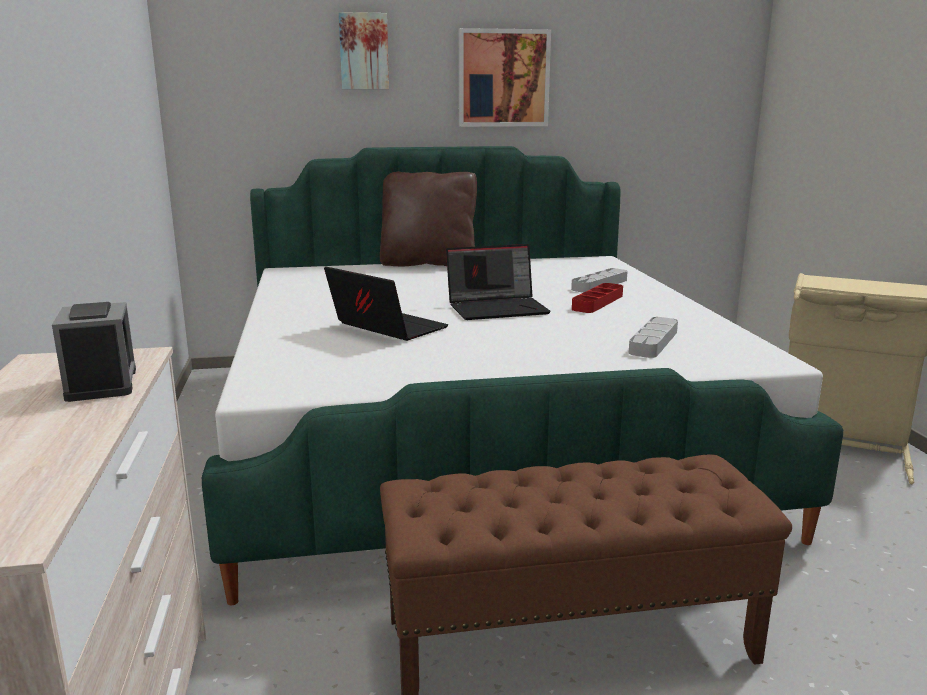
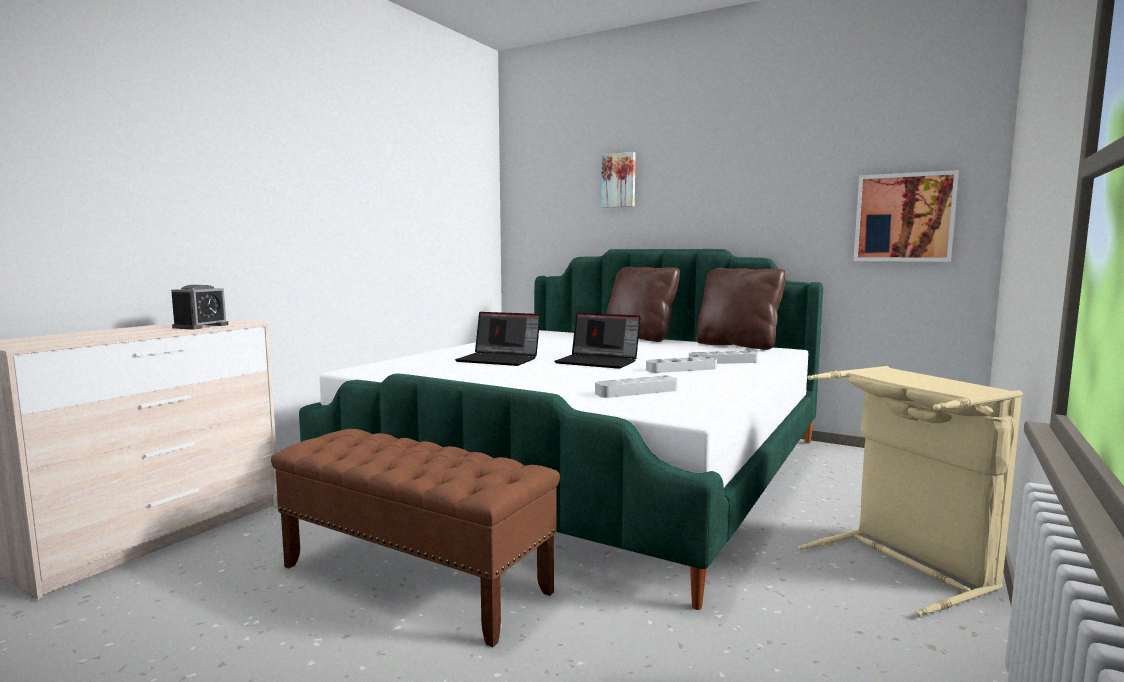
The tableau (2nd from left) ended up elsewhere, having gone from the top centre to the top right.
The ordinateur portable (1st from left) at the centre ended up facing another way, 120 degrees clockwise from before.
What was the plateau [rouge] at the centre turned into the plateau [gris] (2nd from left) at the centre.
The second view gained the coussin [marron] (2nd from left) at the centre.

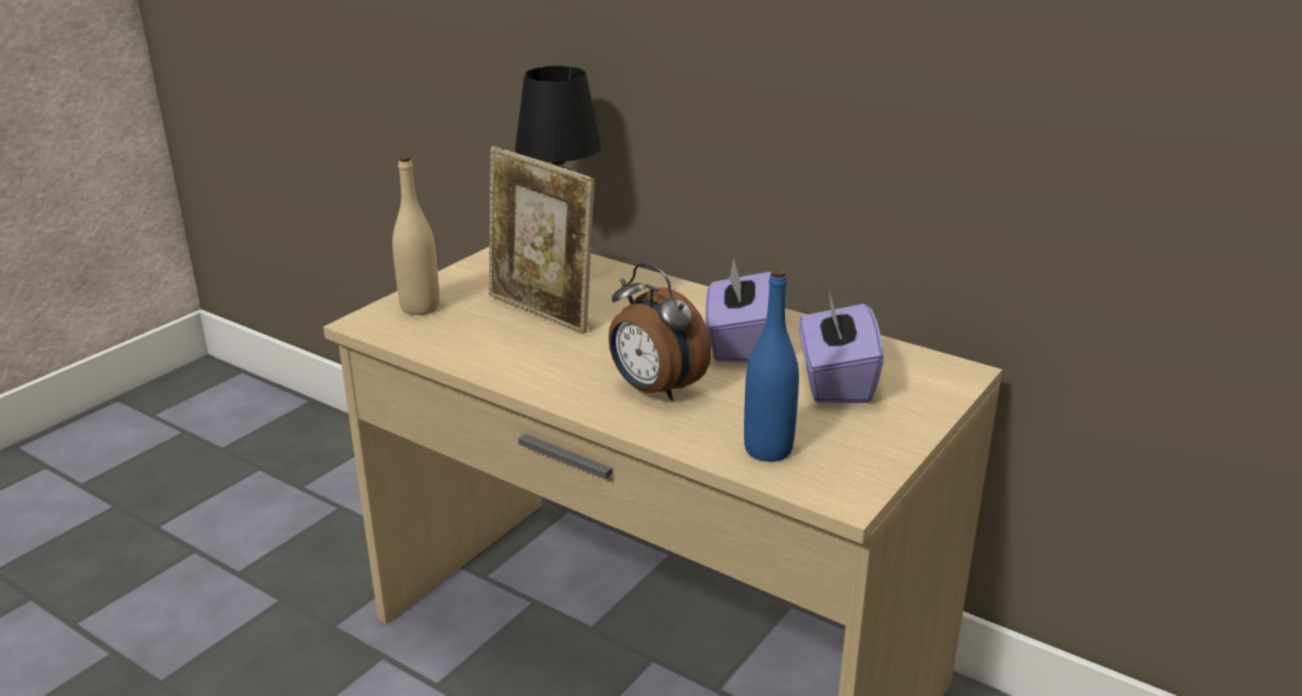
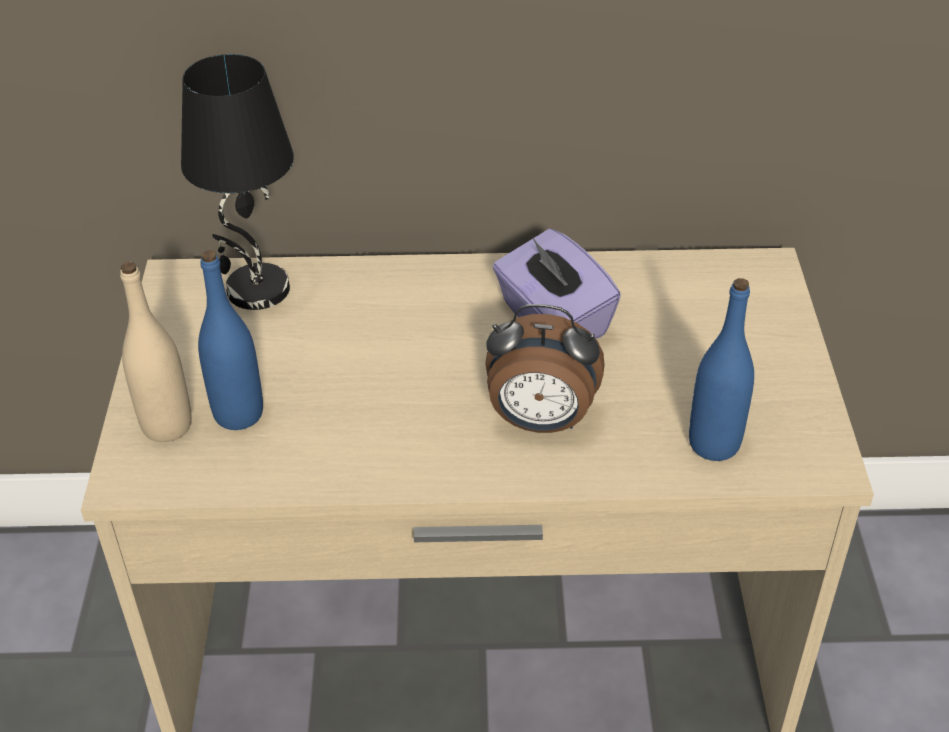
The second view lost the cadre photo at the centre.
The second view lost the boîte à mouchoirs [violet] (2nd from left) at the centre.
The second view gained the bouteille [bleu] (1st from left) at the middle left.

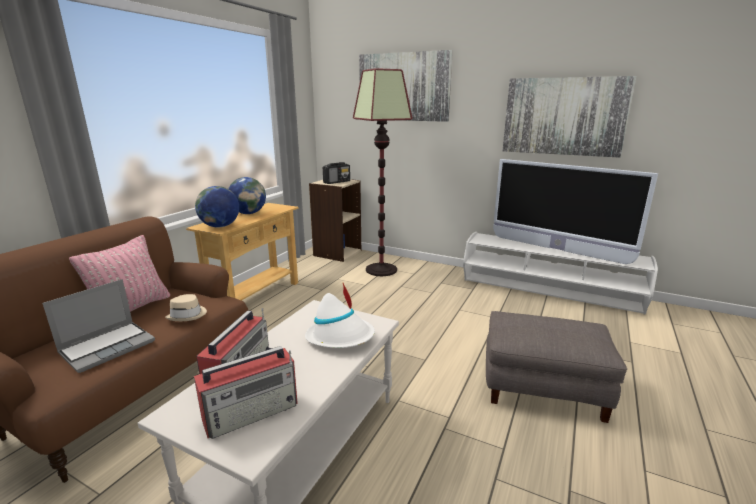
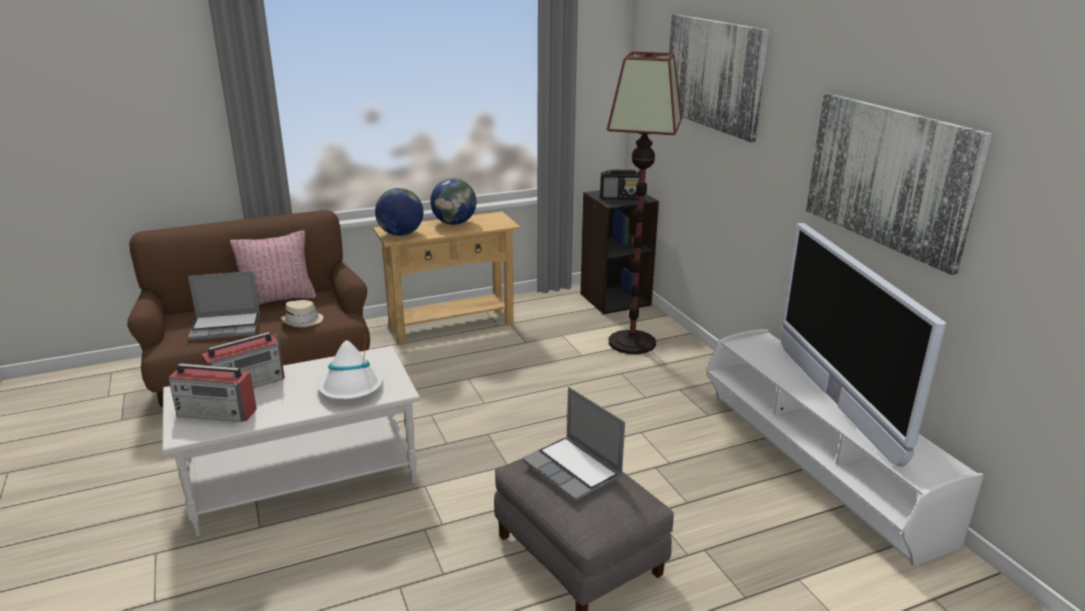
What was the bibliothèque [beige] at the centre turned into the bibliothèque [noir] at the centre.
The second view gained the ordinateur portable (2nd from left) at the bottom centre.

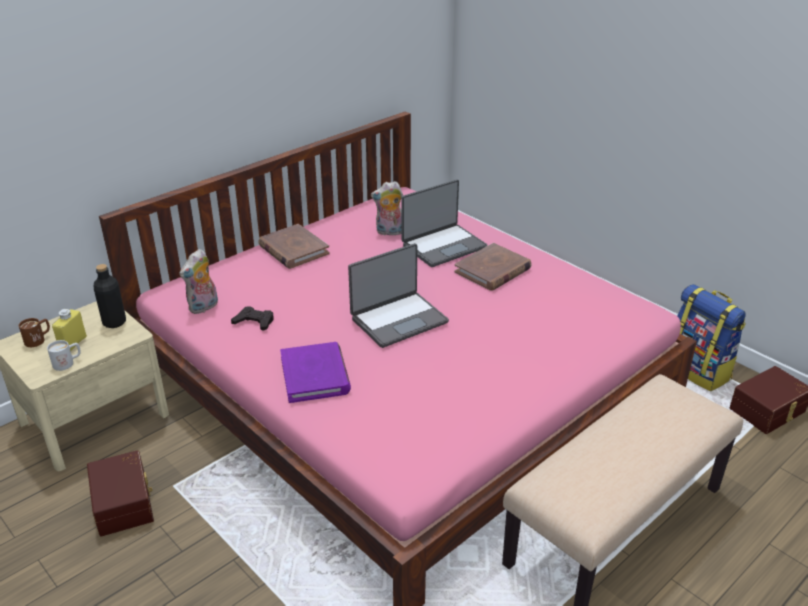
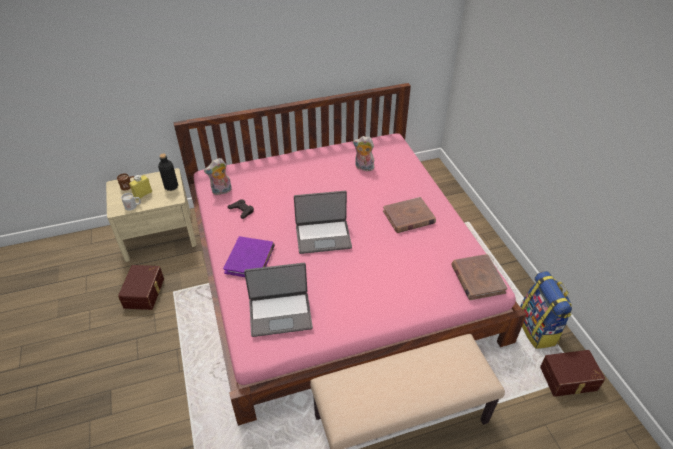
The ordinateur portable (2nd from left in the first image) ended up elsewhere, having gone from the centre to the bottom centre.
The livre [marron] (1st from left in the first image) ended up elsewhere, having gone from the centre to the middle right.

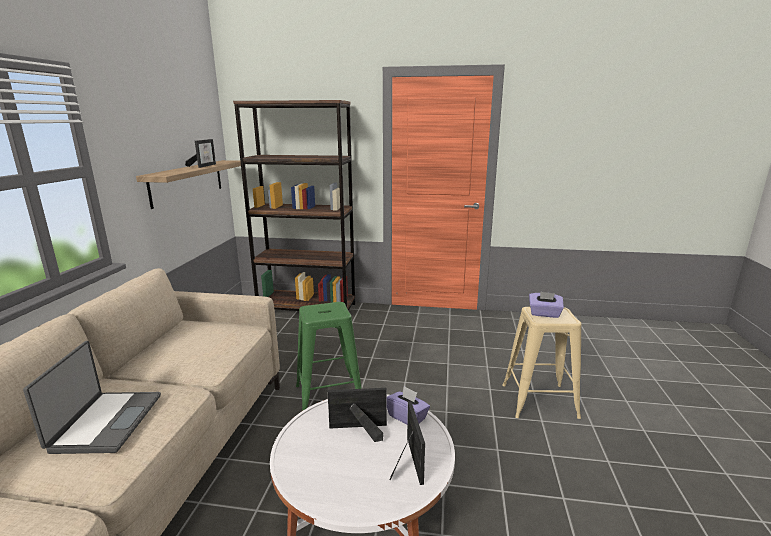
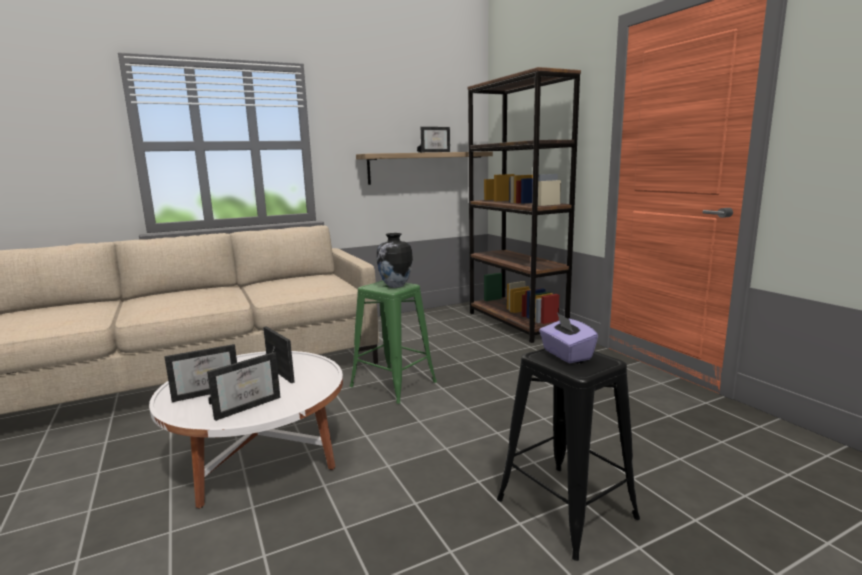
What was the tabouret [beige] at the bottom right turned into the tabouret [noir] at the bottom centre.
The second view lost the ordinateur portable at the bottom left.
The second view lost the boîte à mouchoirs [violet] (1st from left) at the bottom centre.
The second view gained the vase at the centre.
The second view gained the cadre photo (1st from left) at the middle left.

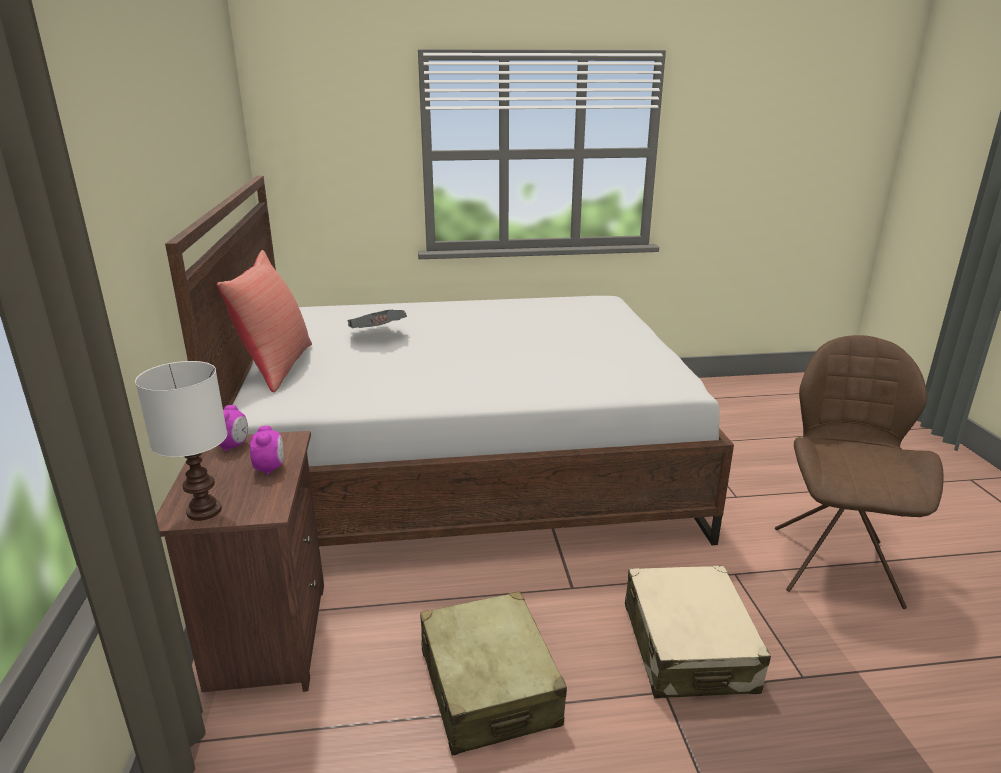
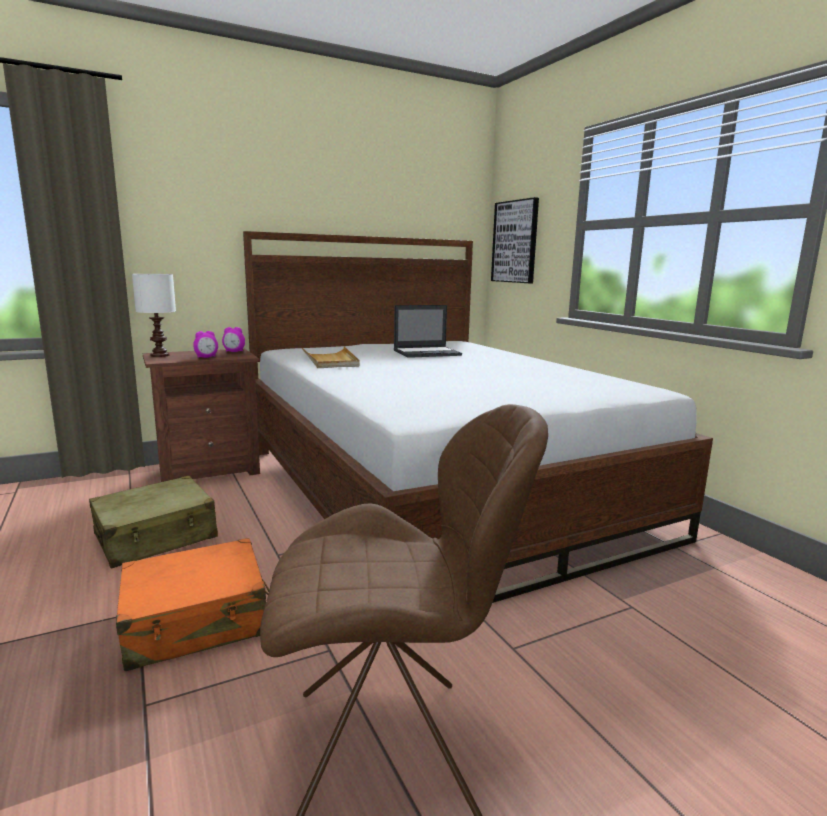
The second view lost the coussin [rouge] at the middle left.
Where the journal stood at the centre, the ordinateur portable came to stand at the centre.
What was the valise [beige] (2nd from left) at the bottom right turned into the valise [orange] at the bottom left.
The second view gained the tableau at the top centre.
The second view gained the plateau [beige] at the centre.

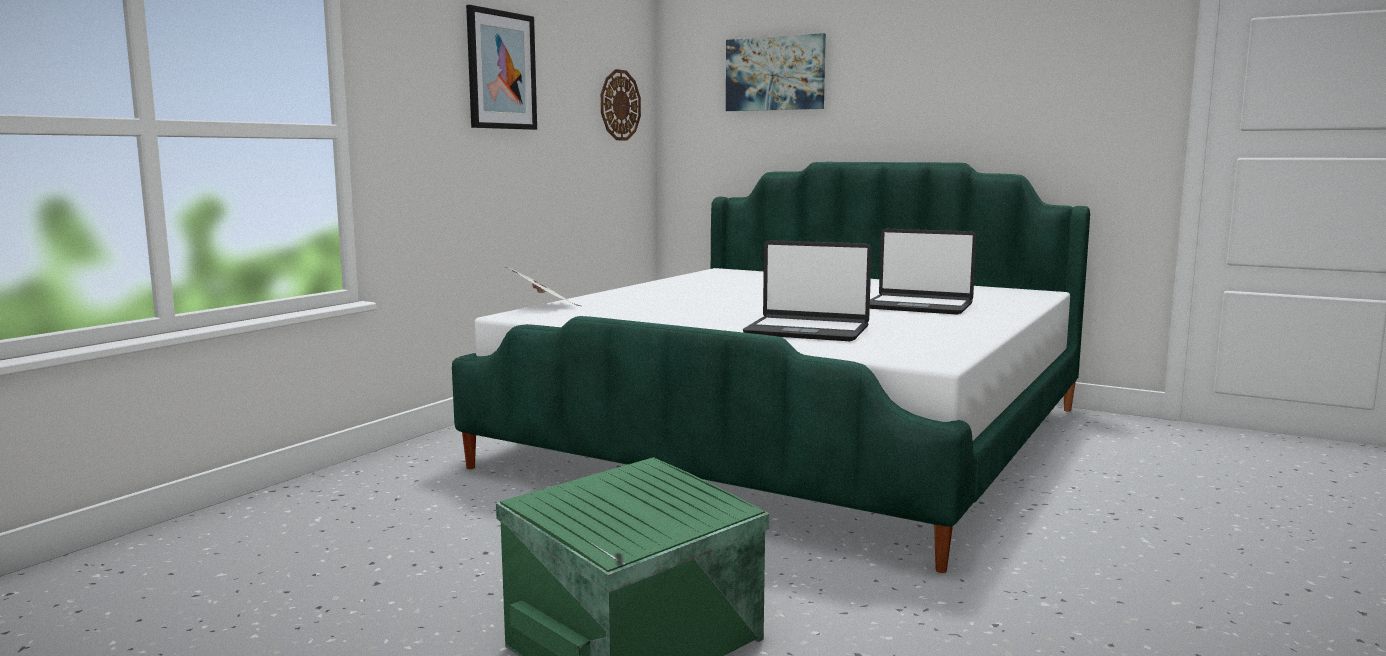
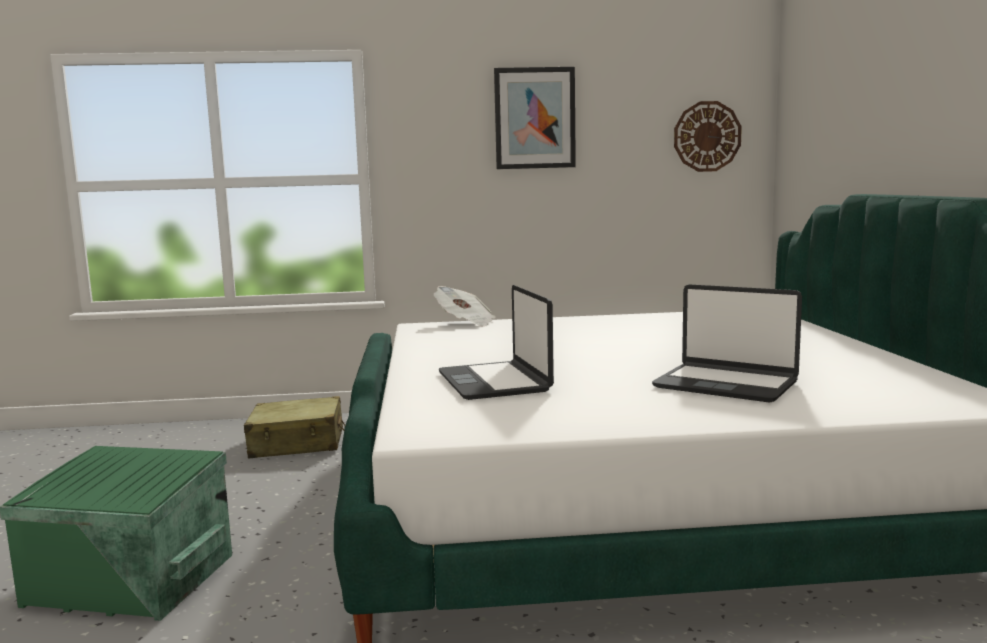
The second view lost the tableau (2nd from left) at the top centre.
The ordinateur portable (2nd from left) at the centre ended up facing another way, 45 degrees counterclockwise from before.
The second view gained the valise [beige] at the middle left.

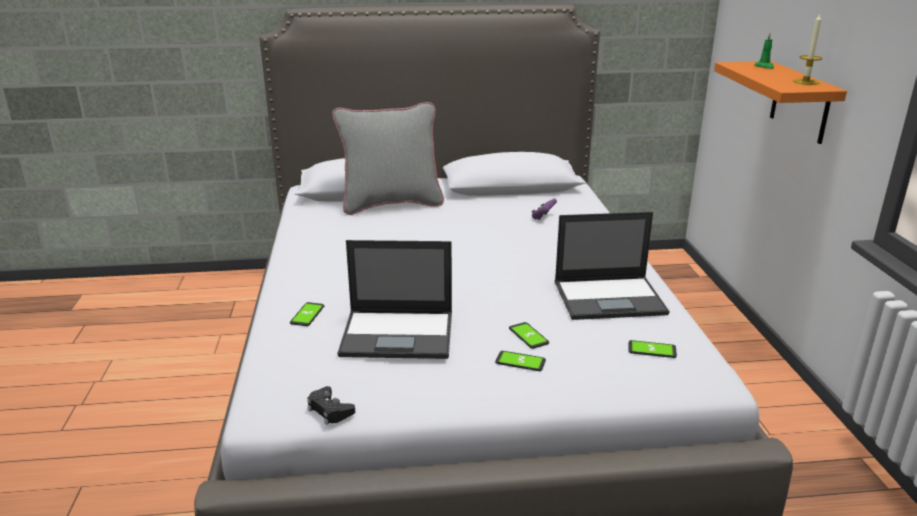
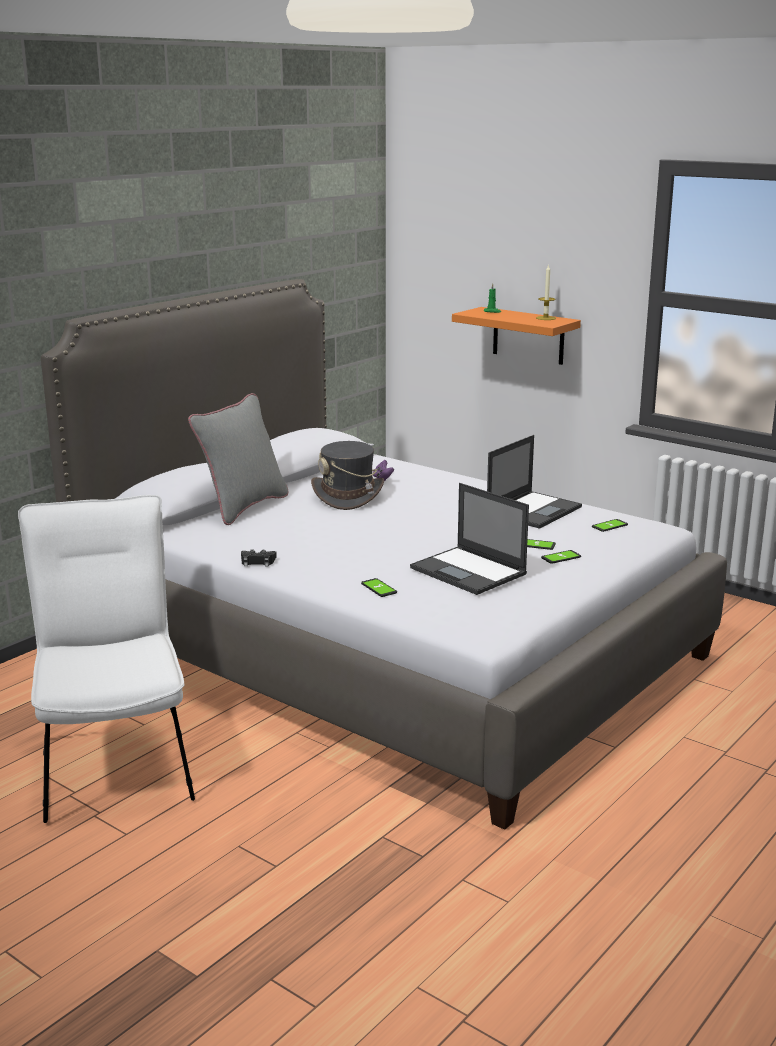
The ordinateur portable (1st from left) at the centre ended up facing another way, 90 degrees clockwise from before.
The manette [noir] ended up elsewhere, having gone from the bottom centre to the centre.
The second view gained the chapeau [gris] at the centre.
The second view gained the chaise [blanc] at the middle left.

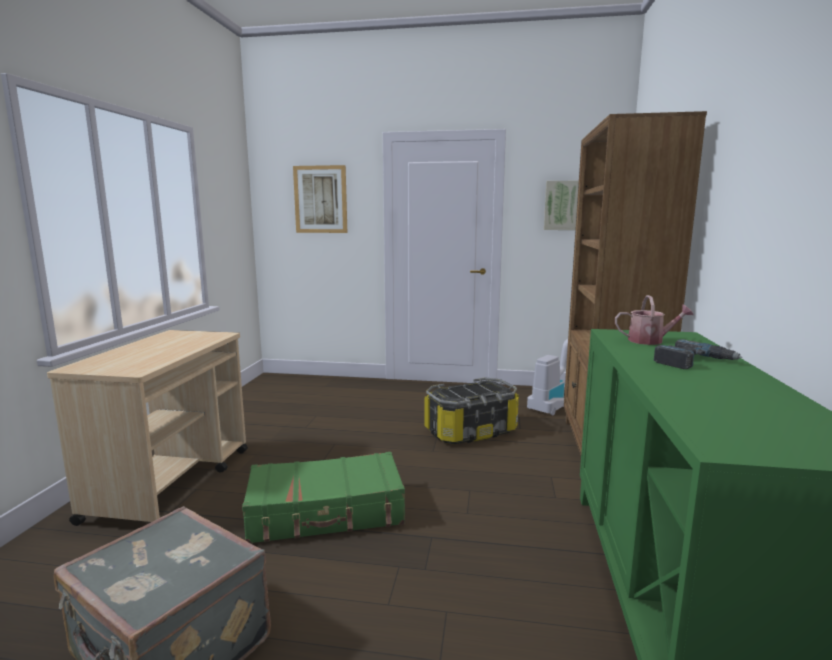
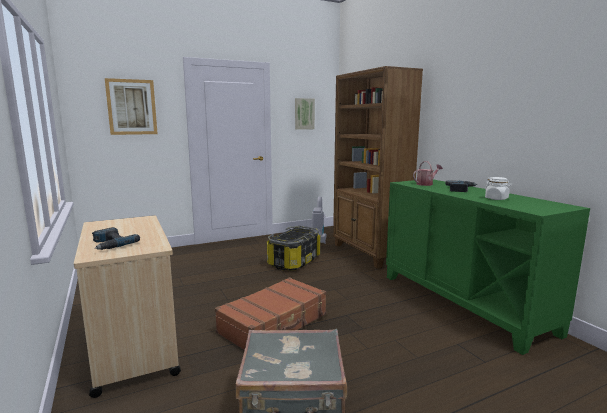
What was the valise [vert] at the bottom centre turned into the valise [marron] at the bottom centre.
The second view gained the bocal [blanc] at the middle right.
The second view gained the perceuse (1st from left) at the middle left.

